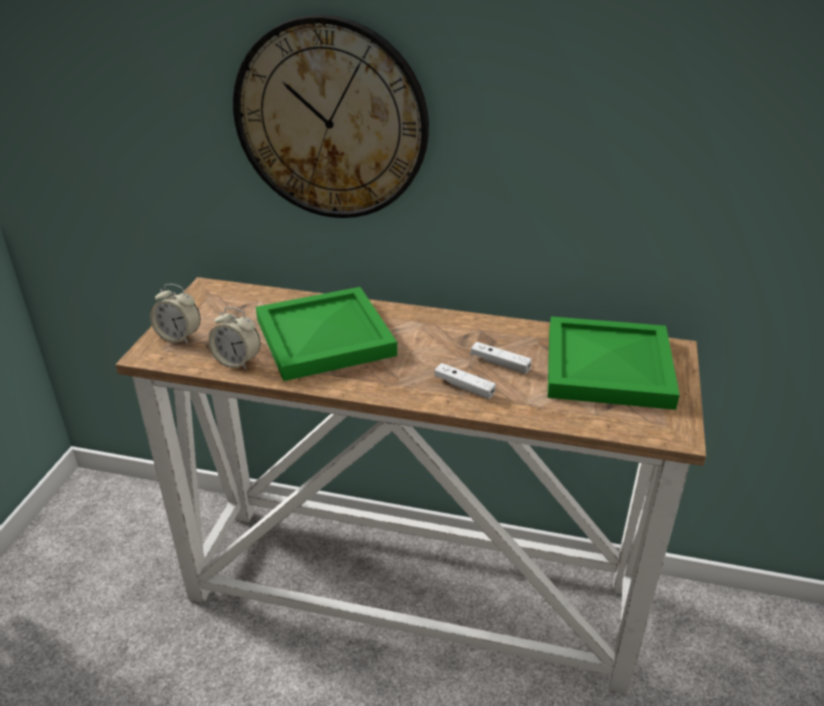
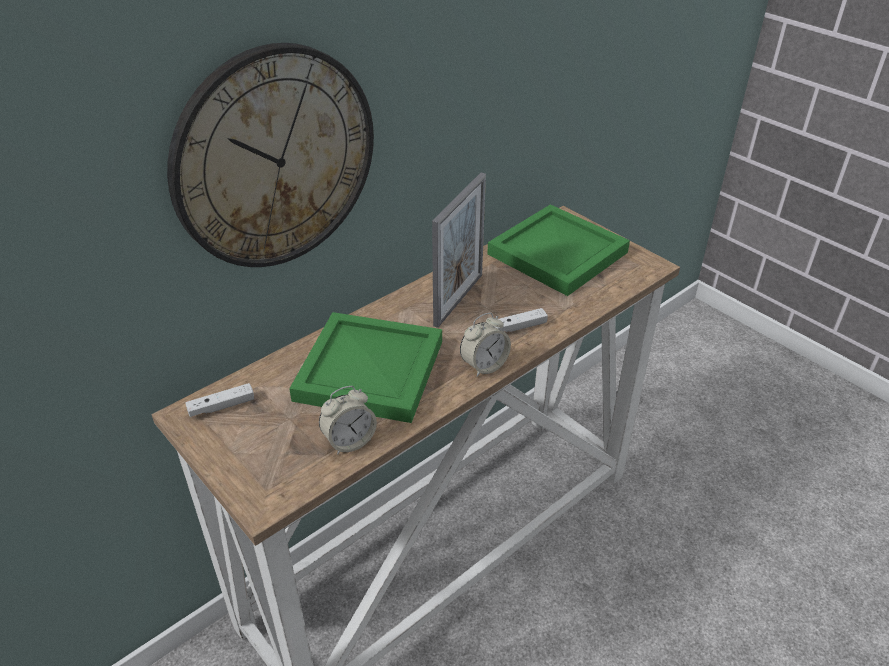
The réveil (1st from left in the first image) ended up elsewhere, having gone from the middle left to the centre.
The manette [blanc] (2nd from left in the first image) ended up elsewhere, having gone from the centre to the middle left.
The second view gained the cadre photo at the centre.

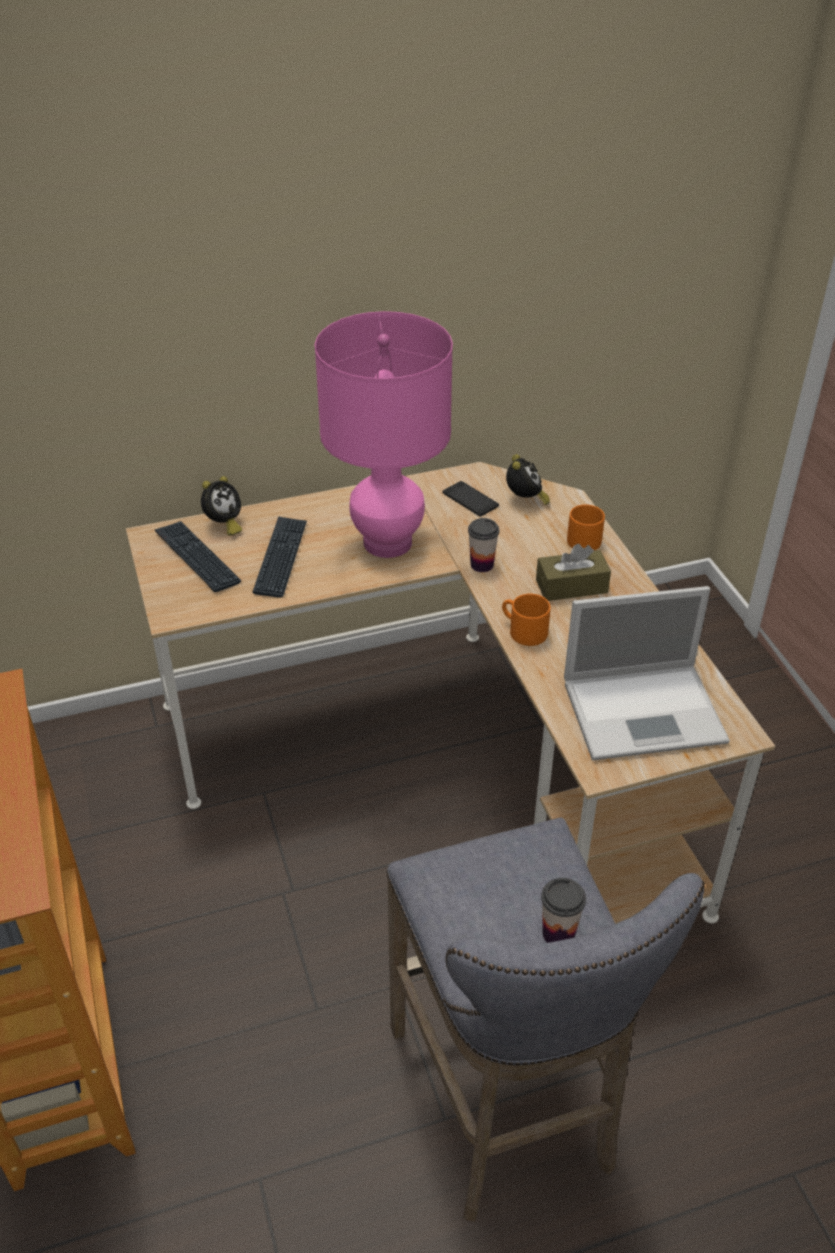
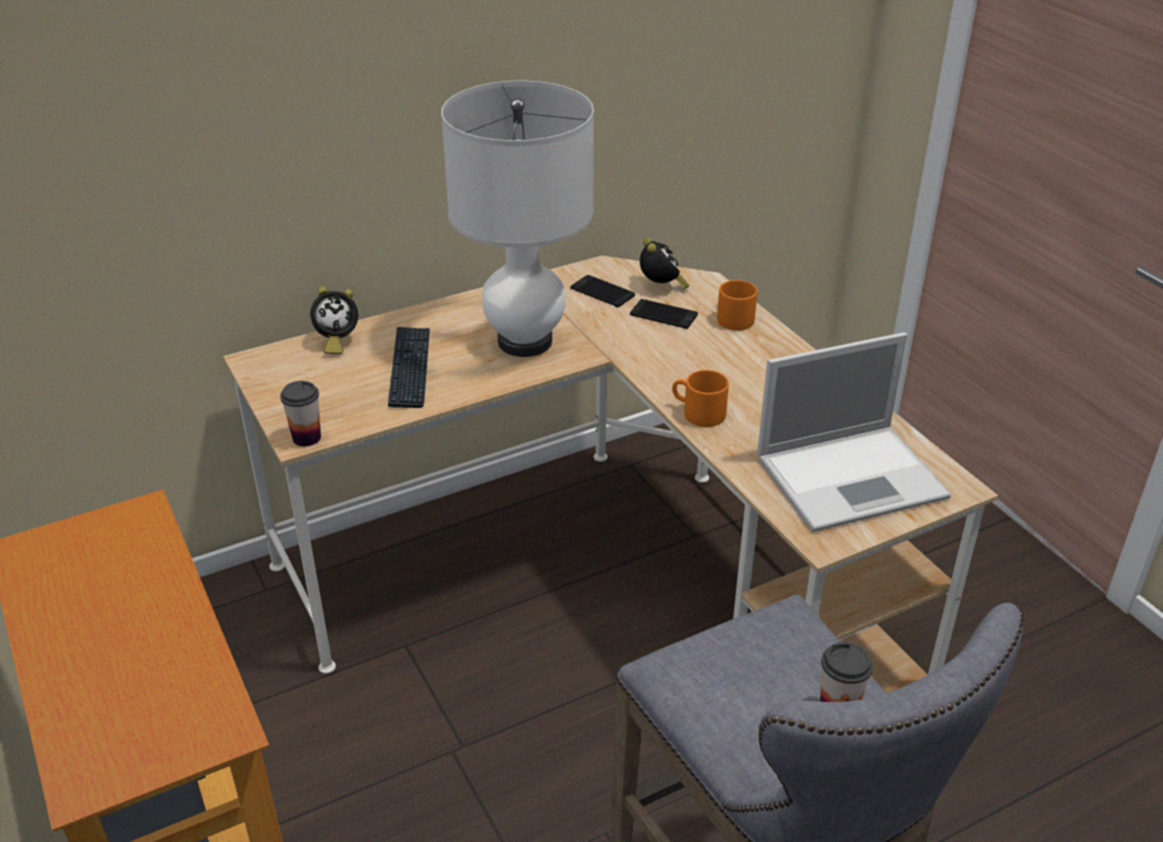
What was the lampe de table [rose] at the centre turned into the lampe de table [blanc] at the top centre.
The réveil (1st from left) at the middle left ended up facing another way, 45 degrees clockwise from before.
The tasse (1st from left) ended up elsewhere, having gone from the centre to the middle left.
The second view lost the clavier (1st from left) at the middle left.
The second view lost the boîte à mouchoirs [marron] at the middle right.
The second view gained the téléphone (2nd from left) at the centre.

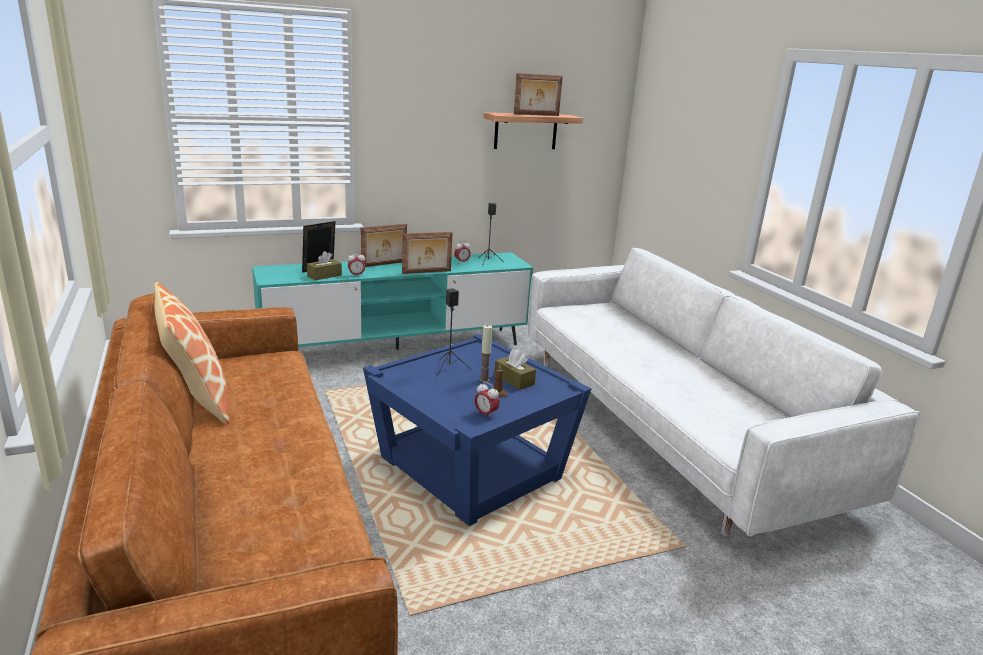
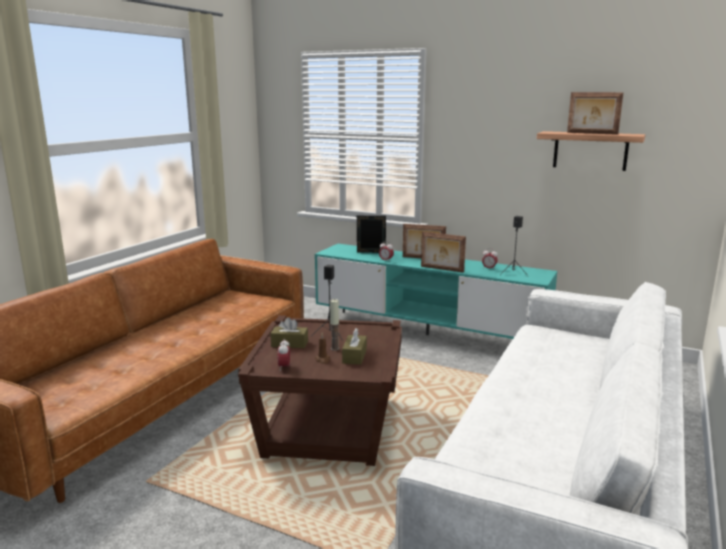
The boîte à mouchoirs [marron] (1st from left) ended up elsewhere, having gone from the middle left to the centre.
The second view lost the coussin at the middle left.
What was the table d'appoint [bleu] at the centre turned into the table d'appoint [marron] at the bottom centre.

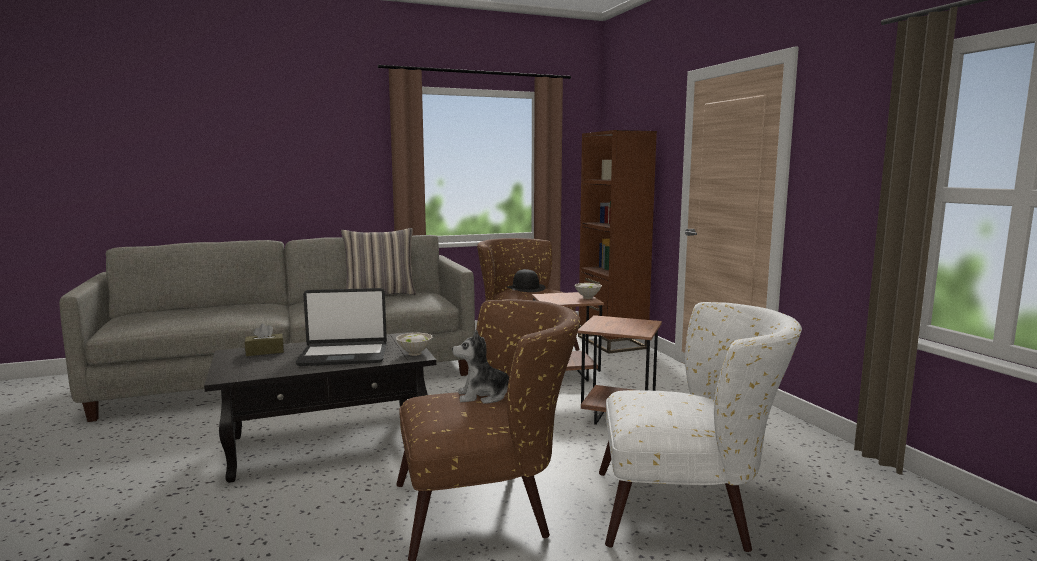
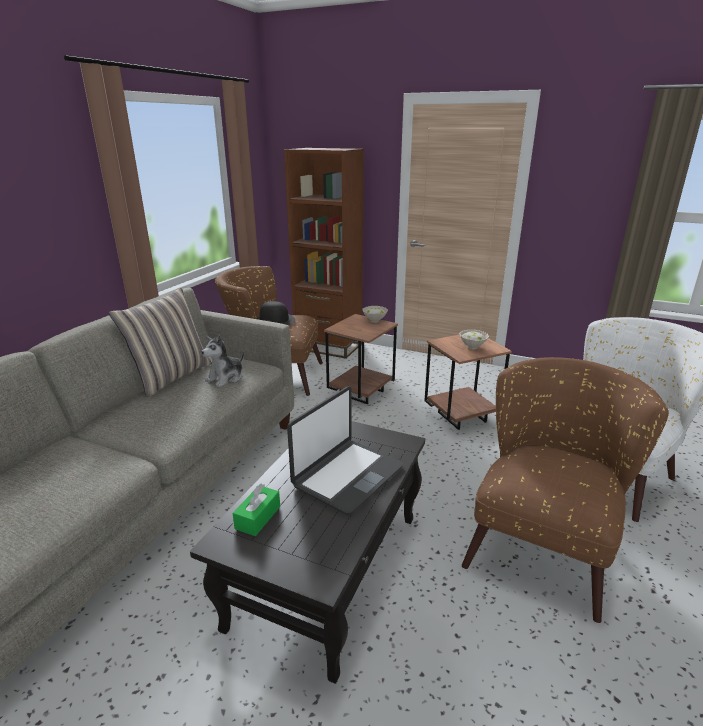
What was the boîte à mouchoirs [marron] at the middle left turned into the boîte à mouchoirs [vert] at the bottom centre.
The peluche ended up elsewhere, having gone from the centre to the middle left.
The bol [blanc] (1st from left in the first image) ended up elsewhere, having gone from the centre to the middle right.

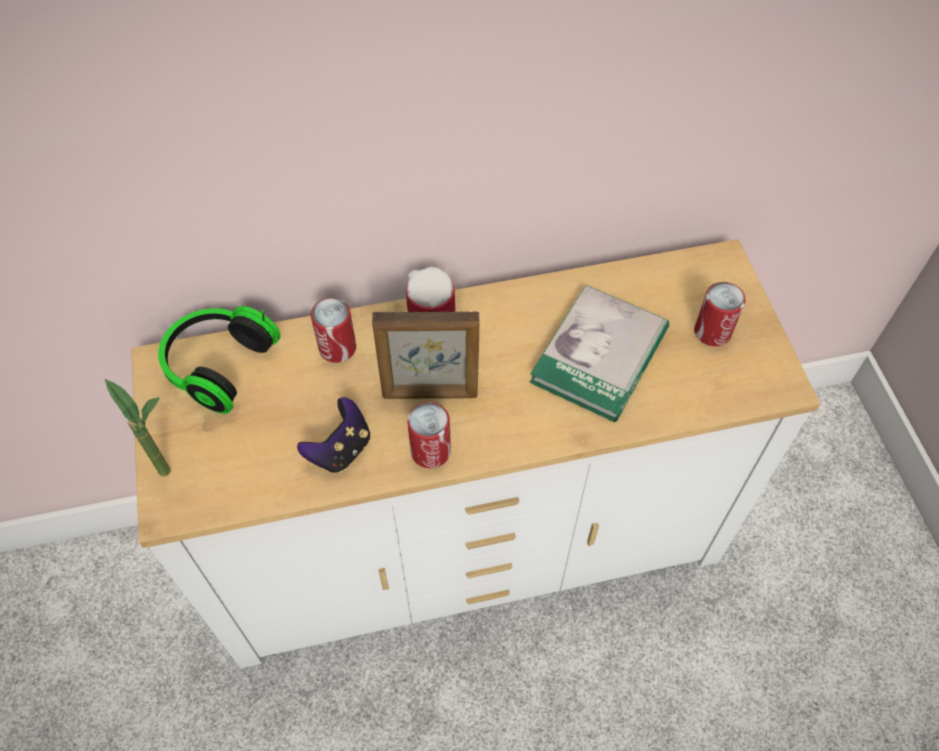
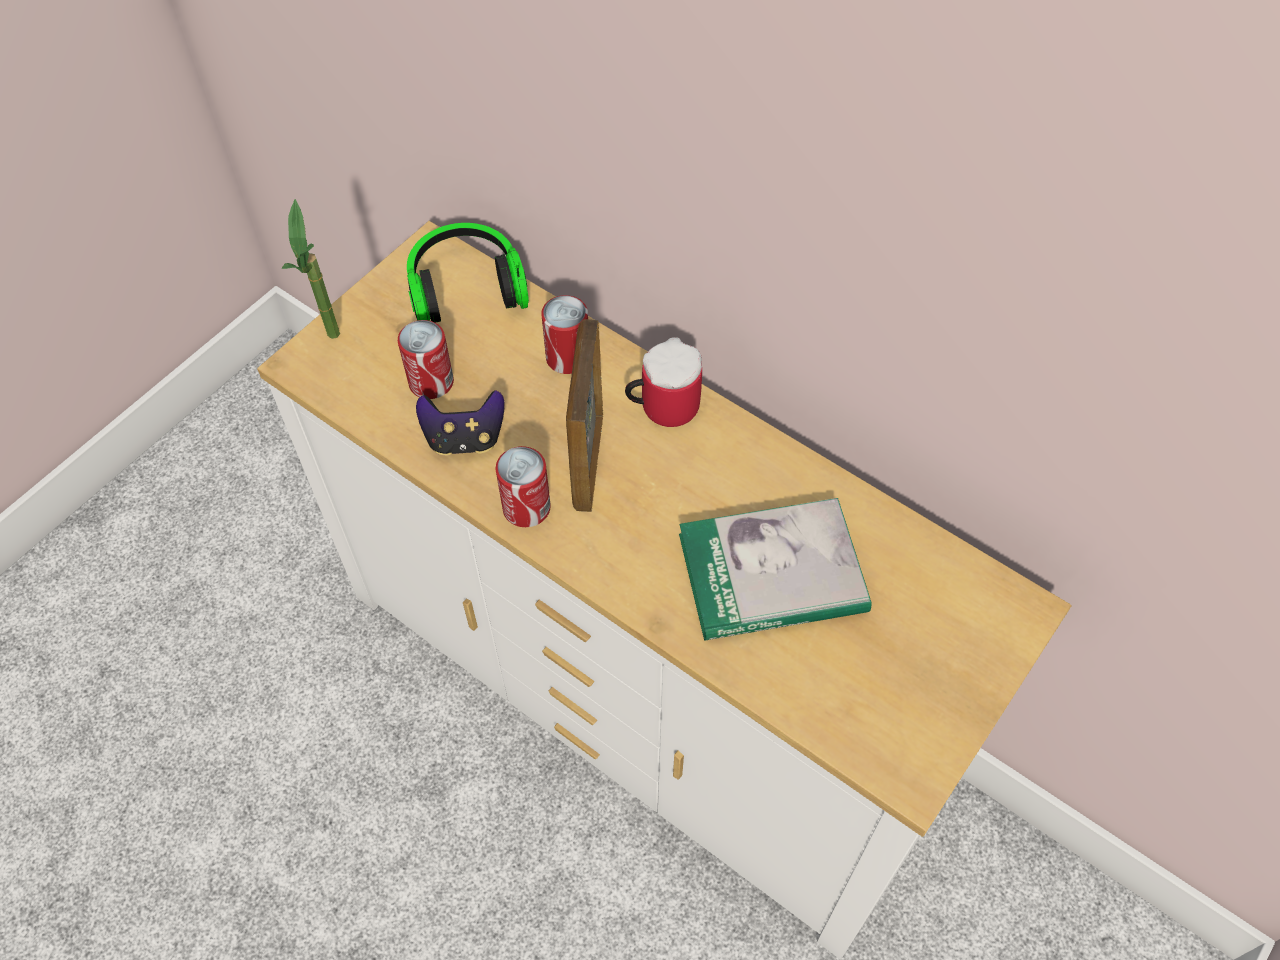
The boîte métallique (3rd from left in the first image) ended up elsewhere, having gone from the middle right to the middle left.
The cadre photo at the centre ended up facing another way, 45 degrees clockwise from before.

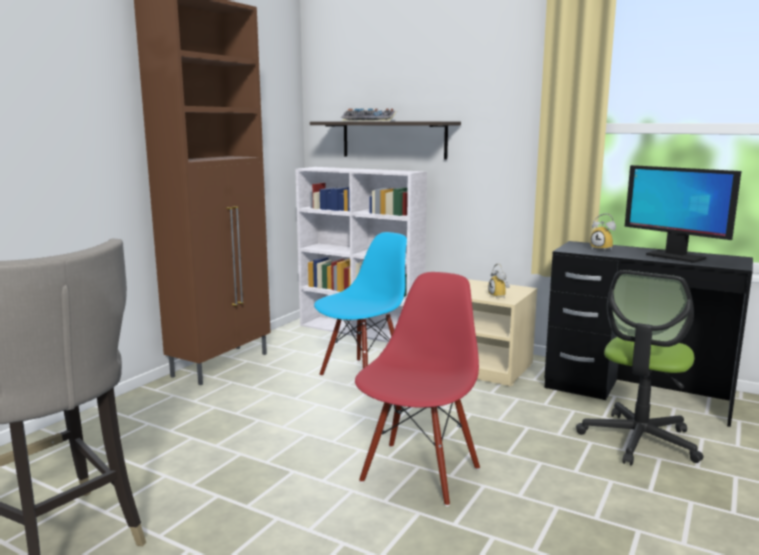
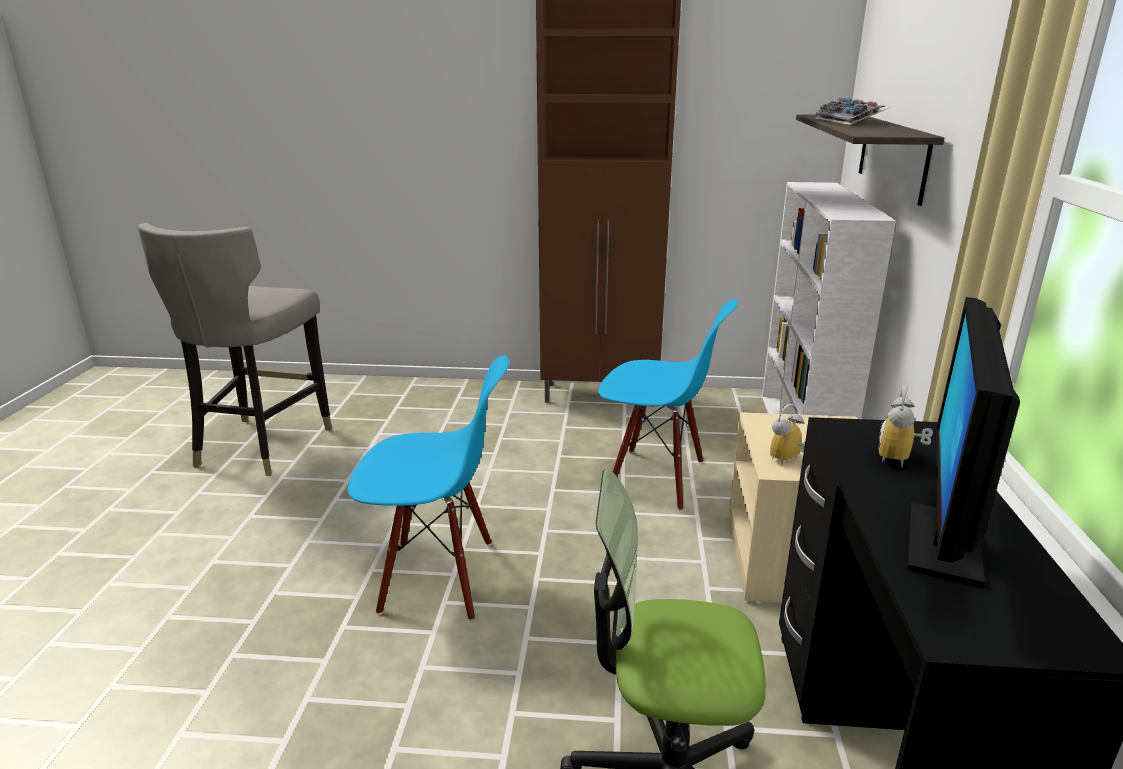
What was the chaise [rouge] at the bottom centre turned into the chaise [bleu] (1st from left) at the centre.

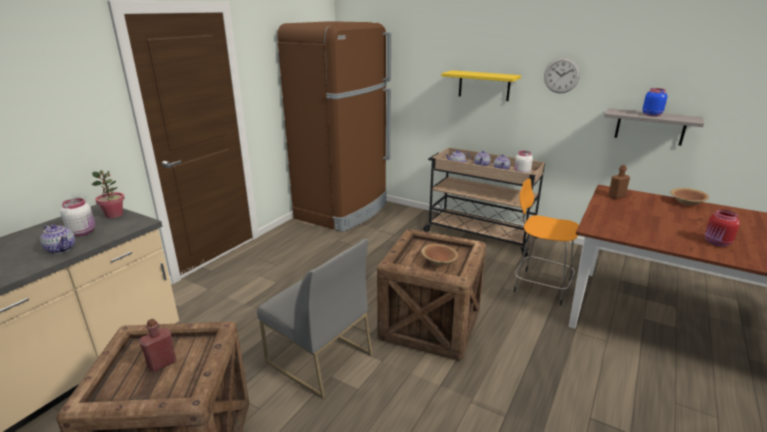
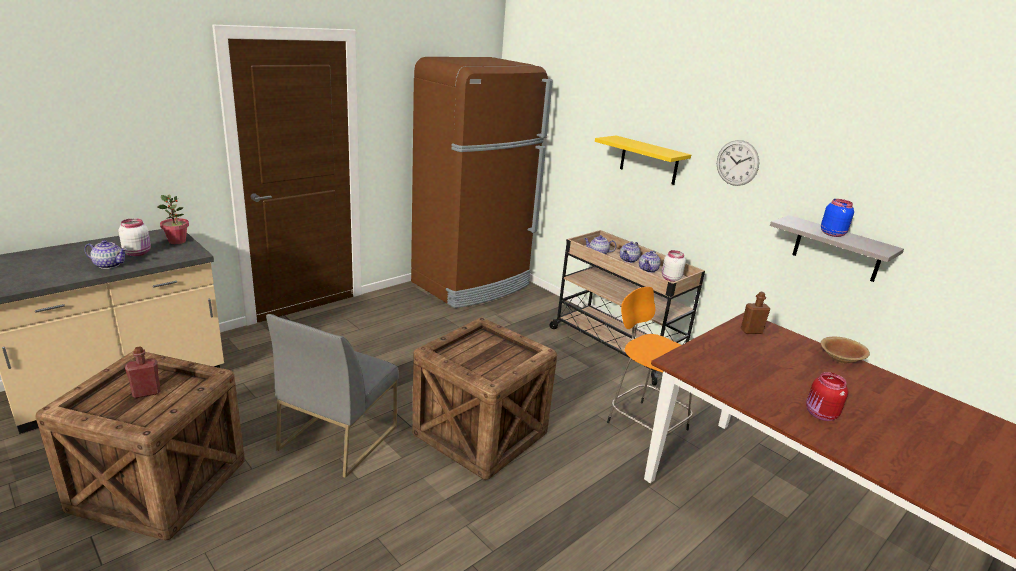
The théière (1st from left) at the middle left ended up facing another way, 45 degrees counterclockwise from before.
The chaise [gris] at the bottom centre ended up facing another way, 60 degrees clockwise from before.
The second view lost the bol [marron] (1st from left) at the centre.

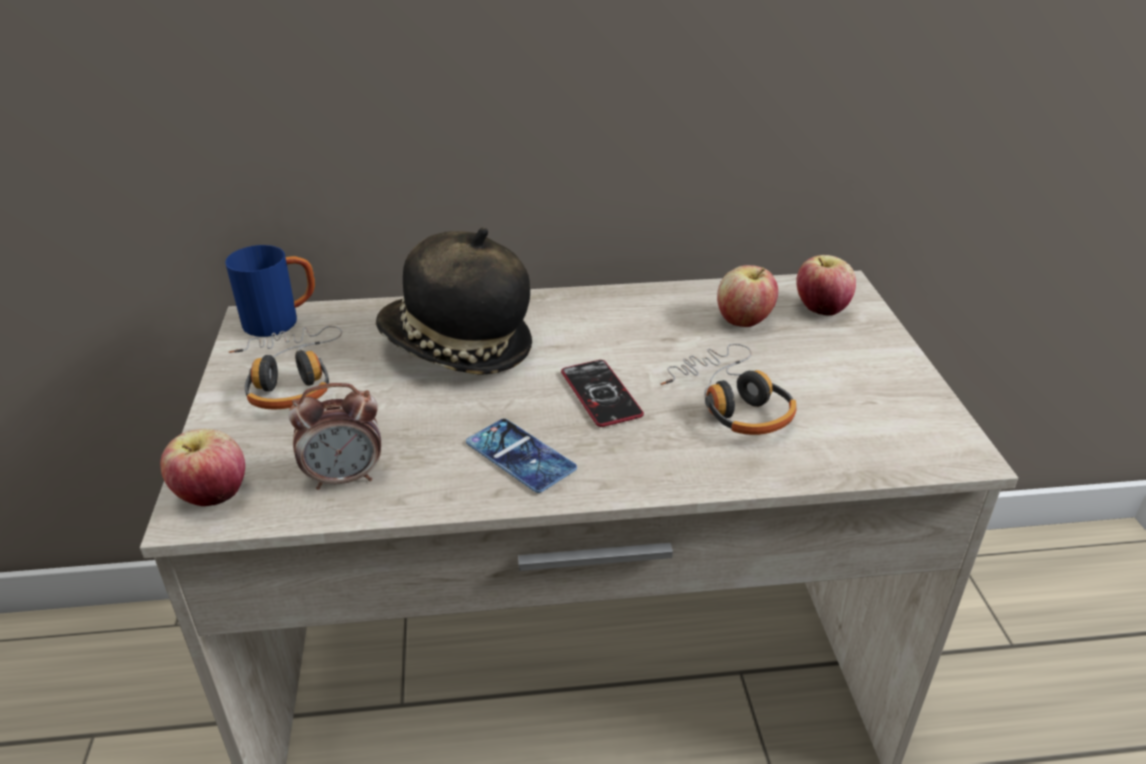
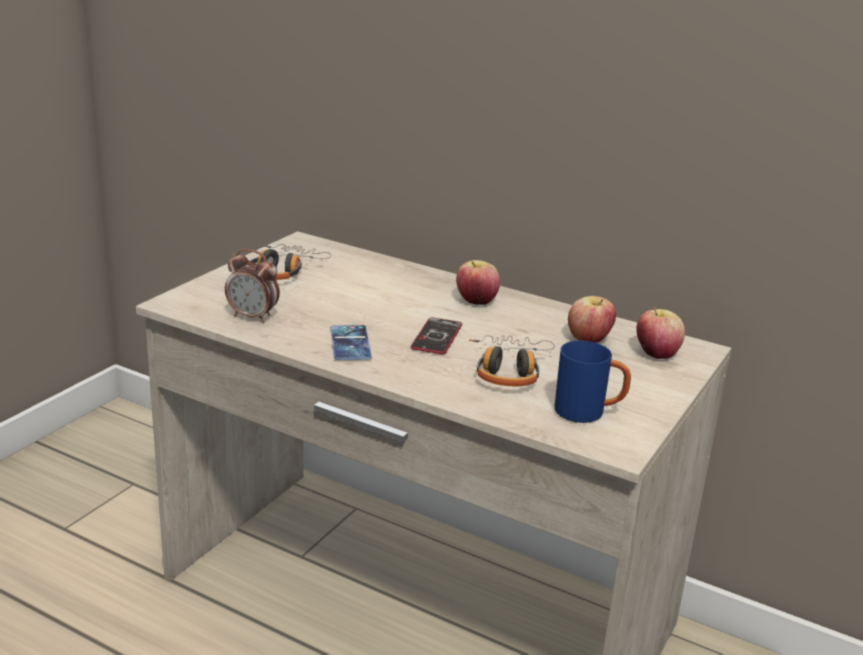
The second view lost the chapeau at the centre.
The mug [bleu] ended up elsewhere, having gone from the middle left to the middle right.
The pomme (1st from left) ended up elsewhere, having gone from the middle left to the centre.

